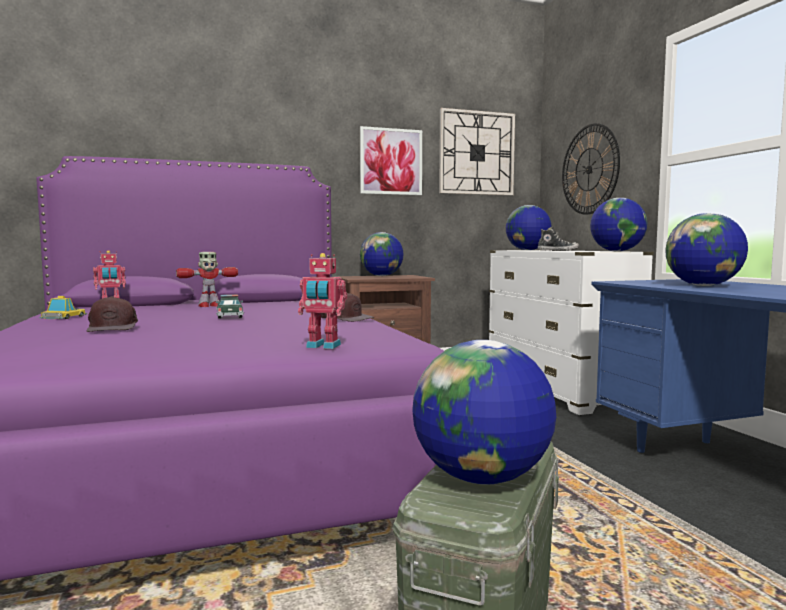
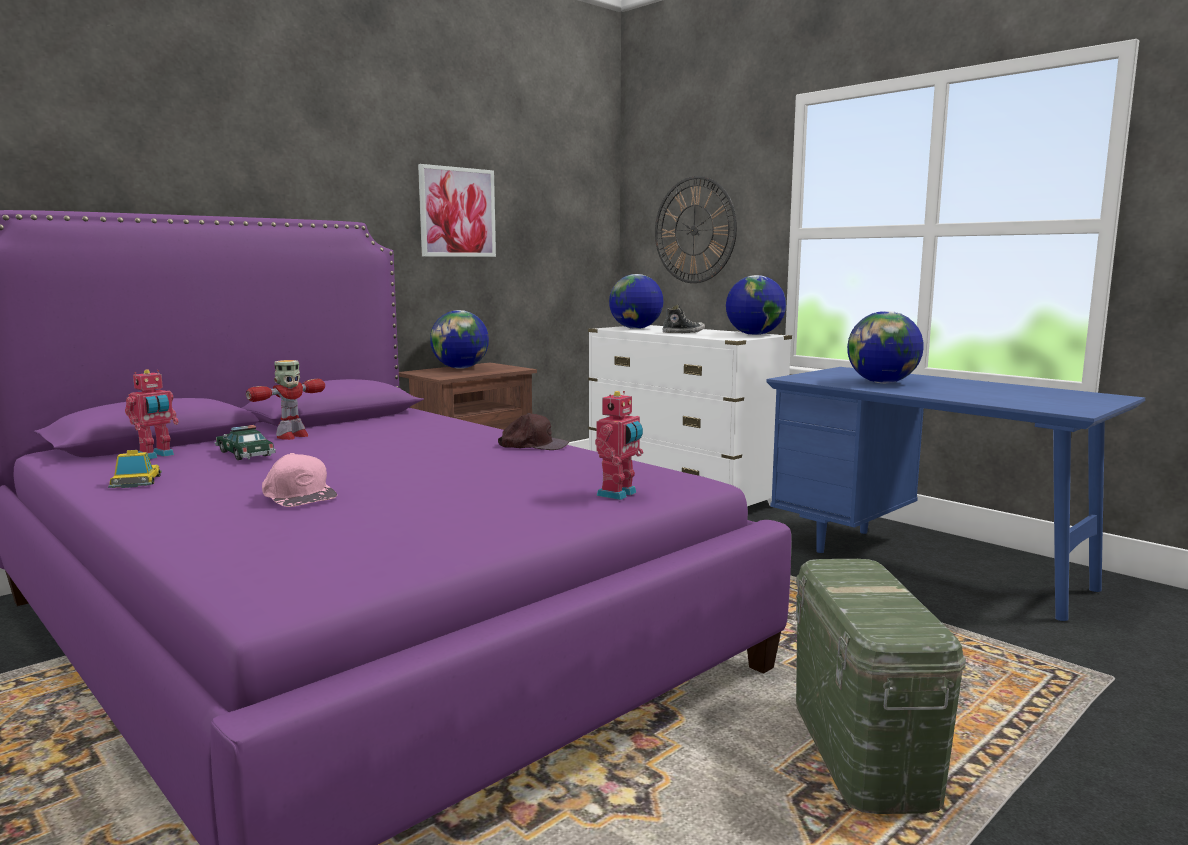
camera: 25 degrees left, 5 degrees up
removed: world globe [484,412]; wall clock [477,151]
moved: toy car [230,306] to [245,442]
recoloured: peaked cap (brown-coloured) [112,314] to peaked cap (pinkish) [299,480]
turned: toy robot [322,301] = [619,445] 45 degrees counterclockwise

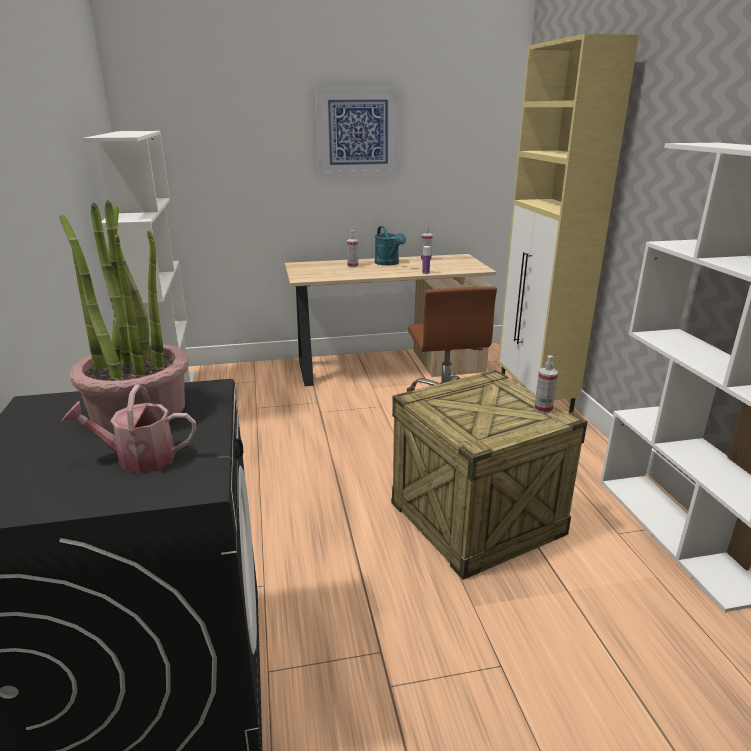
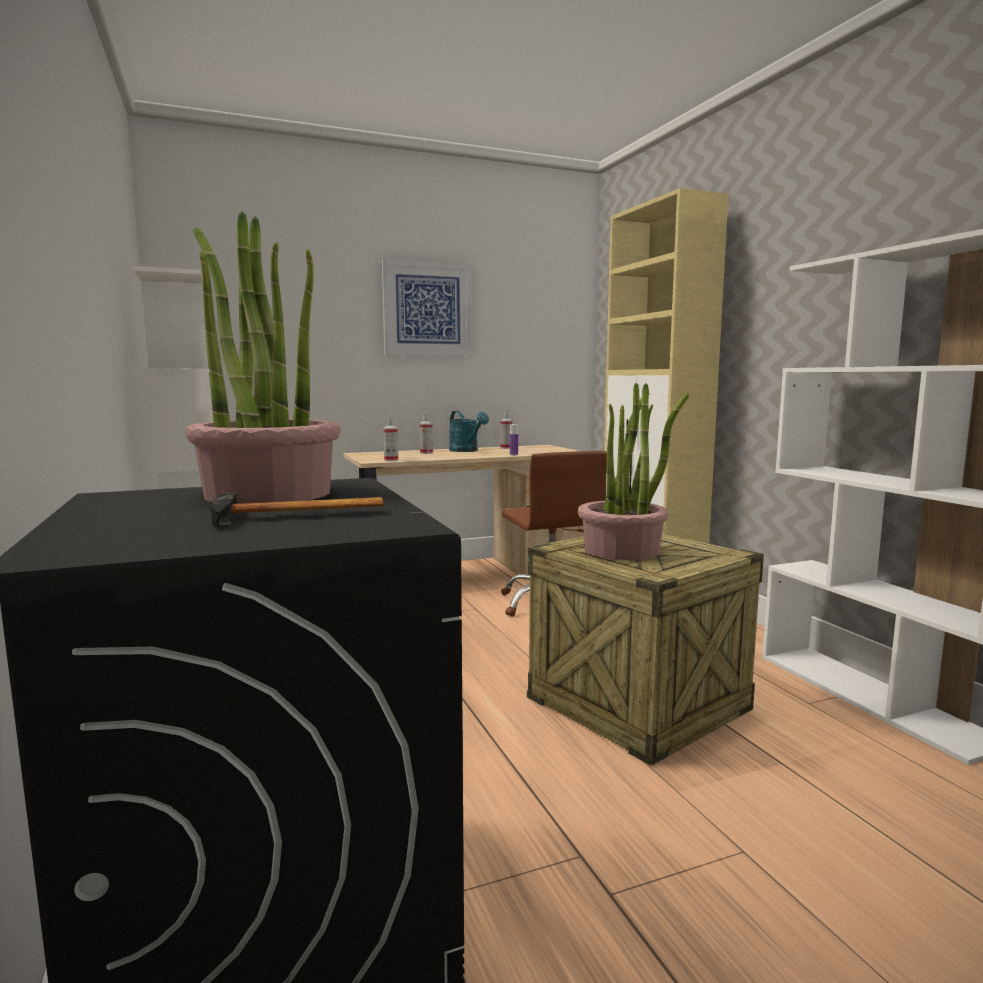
camera: 10 degrees left, 15 degrees down
added: potted plant [633,471]
moved: hand sprayer [546,384] to [390,438]
replaced: sprinkling can [129,428] to hand hammer [297,509]

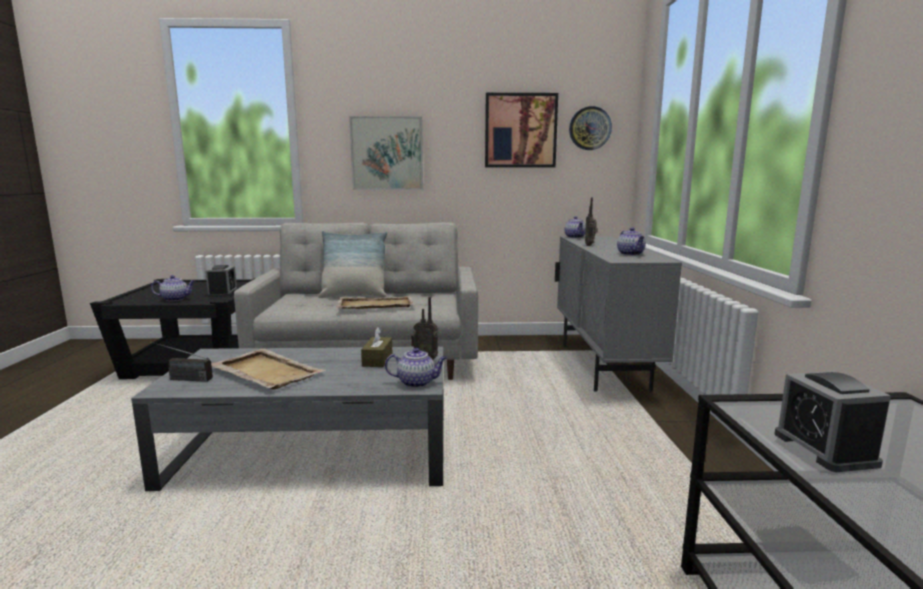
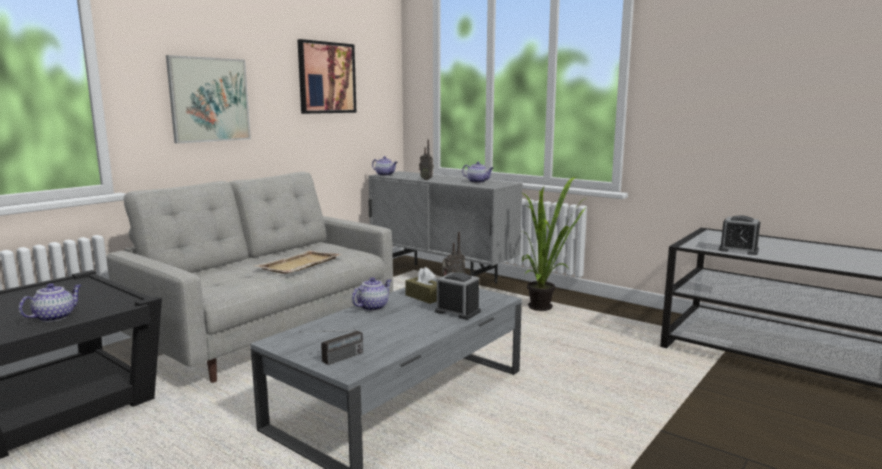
camera: 50 degrees left, 0 degrees up
removed: carrying tray (beige) [268,369]; throw pillow [352,264]; wall clock [590,128]
added: potted plant [553,243]
moved: bedside clock [221,281] to [458,296]; teapot [416,368] to [371,294]

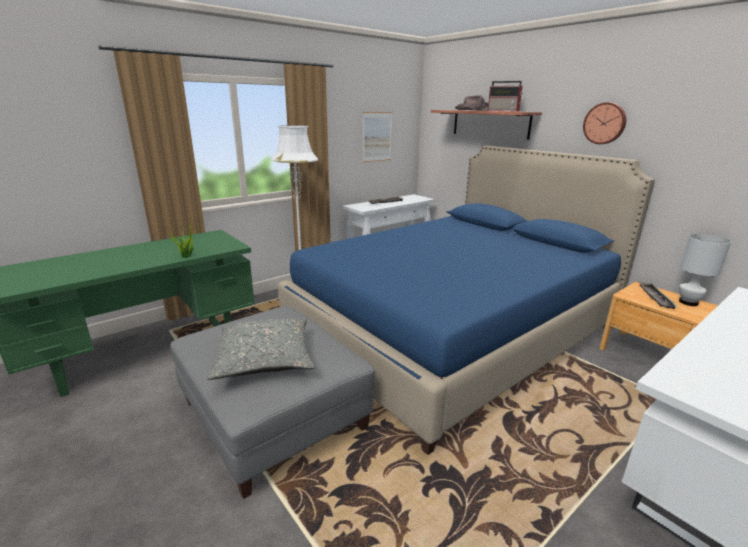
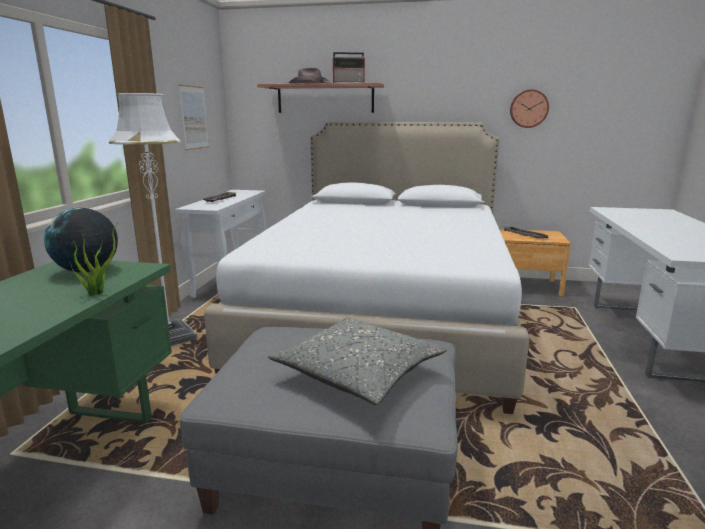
camera: 40 degrees left, 5 degrees down
removed: lamp for a table (white) [705,270]
added: world globe [81,240]
moved: wall clock [604,123] to [529,108]
recoloured: bed (blue) [466,300] to bed (white) [367,268]

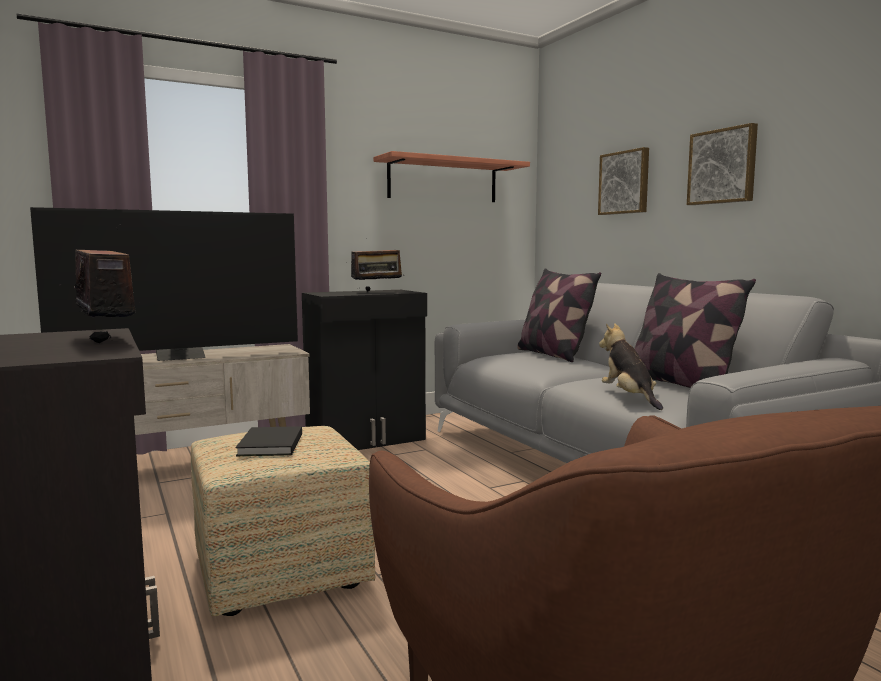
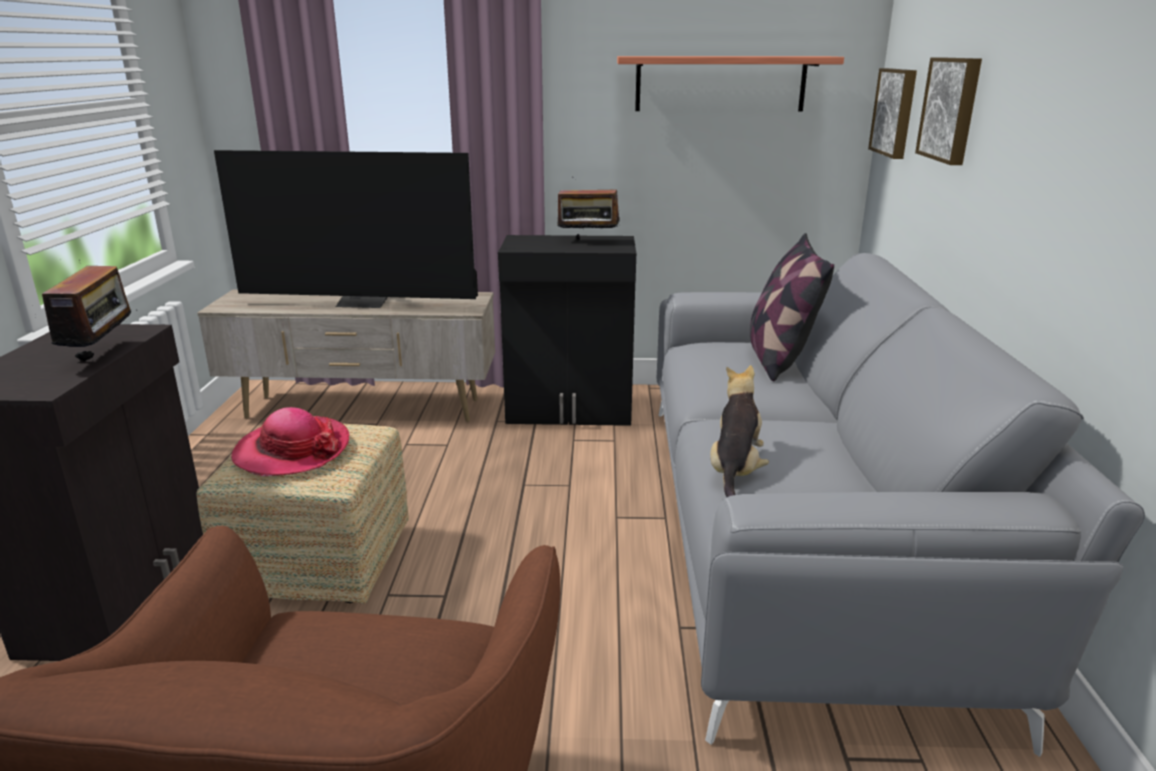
camera: 30 degrees right, 15 degrees up
removed: throw pillow [695,330]
moved: wall art [722,164] to [892,113]
replaced: book (black-coloured) [268,441] to clothing hat [290,441]

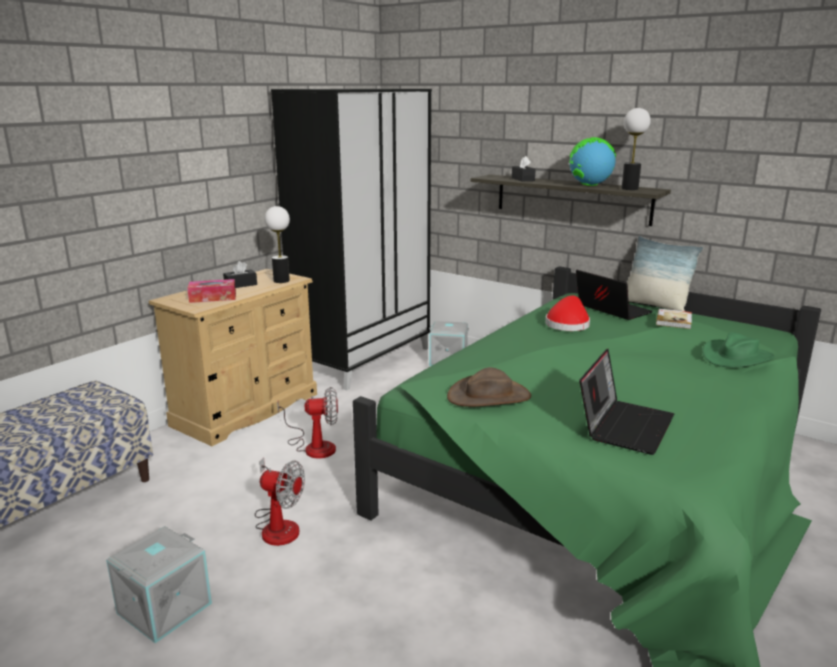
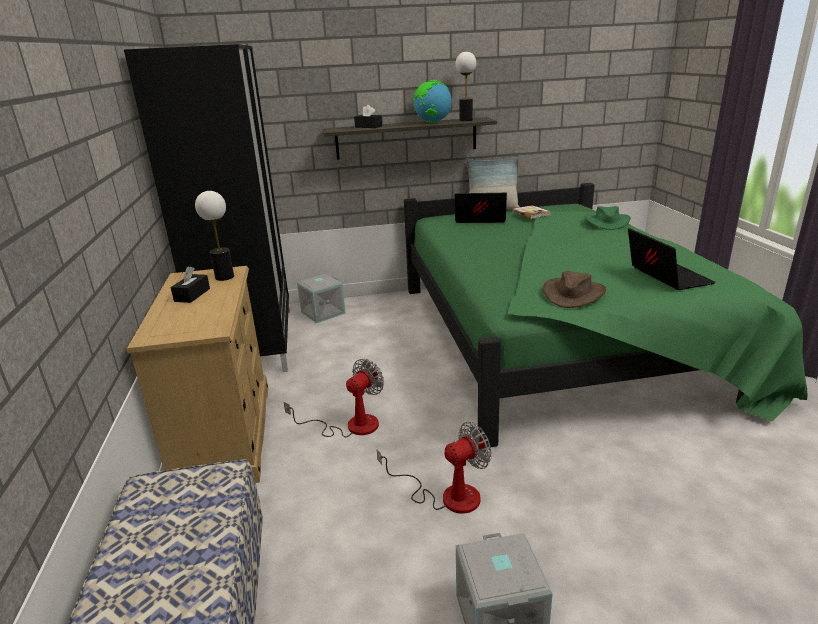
camera: 45 degrees left, 5 degrees up
removed: tissue box [211,291]; clothing hat (reddish) [567,313]

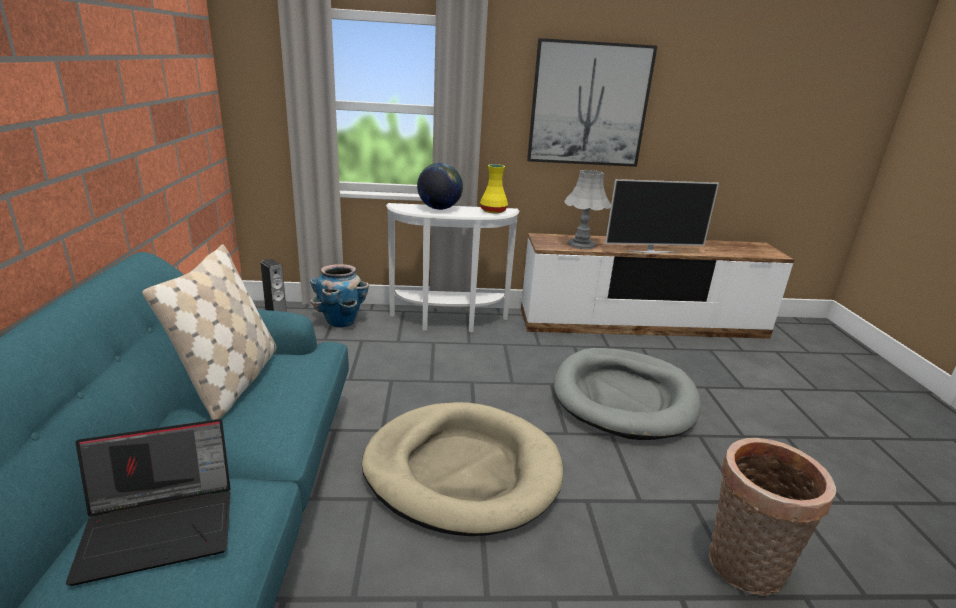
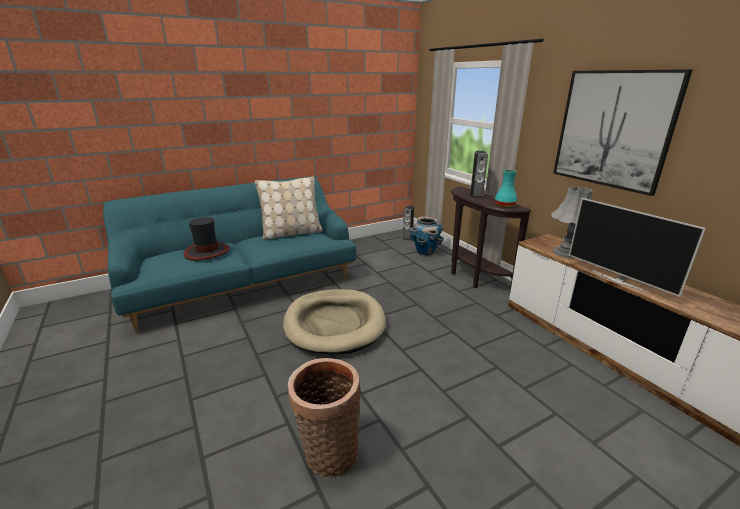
camera: 65 degrees right, 0 degrees up
removed: dog bed (gray) [627,394]
replaced: laptop [148,502] to clothing hat [206,239]; world globe [440,186] to loudspeaker [479,174]
recoloured: hall table (white) [452,267] to hall table (brown-coloured) [491,238]; vase (yellow-coloured) [494,188] to vase (blue-green) [506,188]

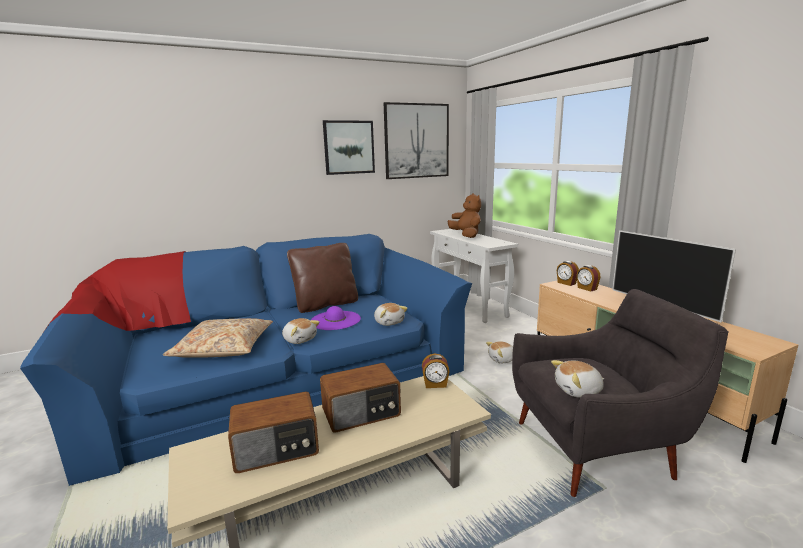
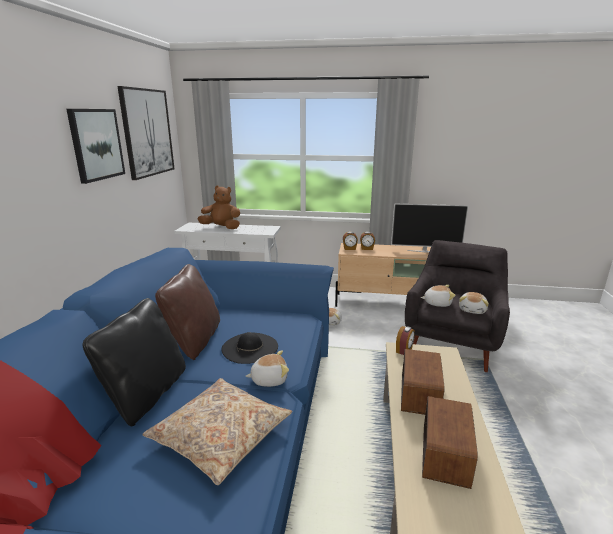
camera: 55 degrees left, 5 degrees up
added: throw pillow (black-coloured) [134,362]
moved: cuddly toy [391,314] to [438,296]
recoloured: clothing hat (purple-coloured) [336,318] to clothing hat (black-coloured) [249,348]

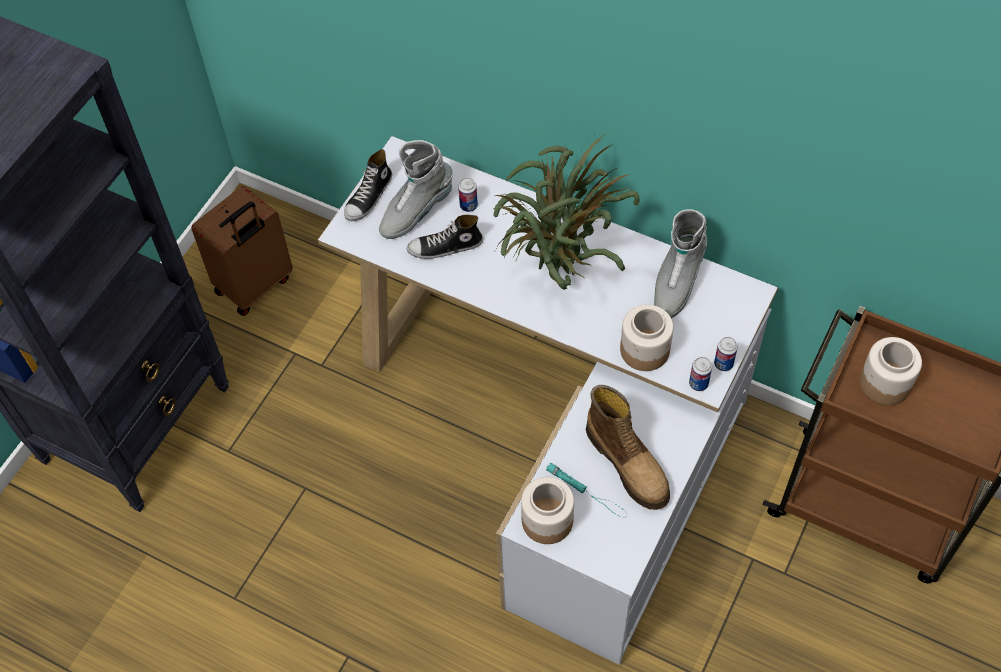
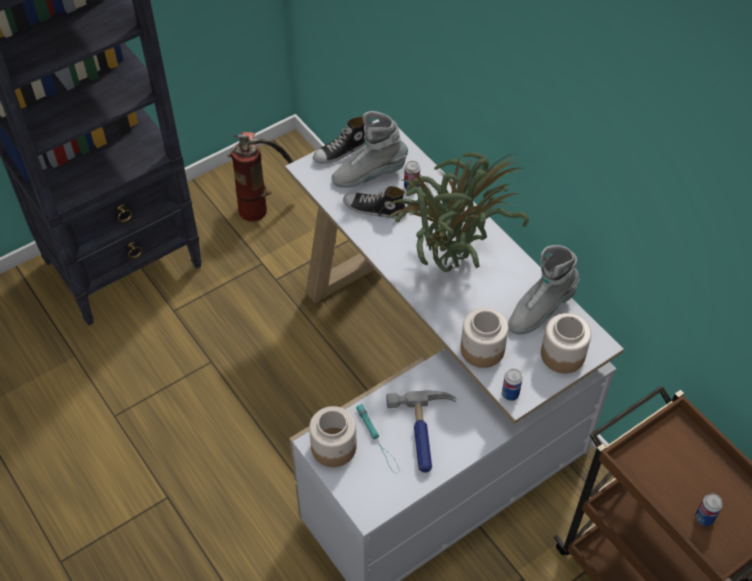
camera: 25 degrees right, 5 degrees down
moved: metal can [726,354] to [709,510]; preserve jar [891,371] to [566,343]
replaced: suitcase (brown-coloured) [242,251] to fire-fighting cylinder [260,177]; boot [628,447] to hand hammer [421,431]

